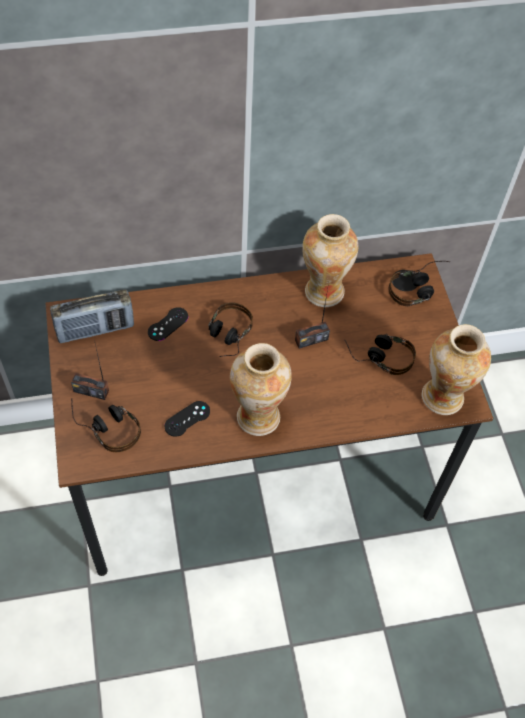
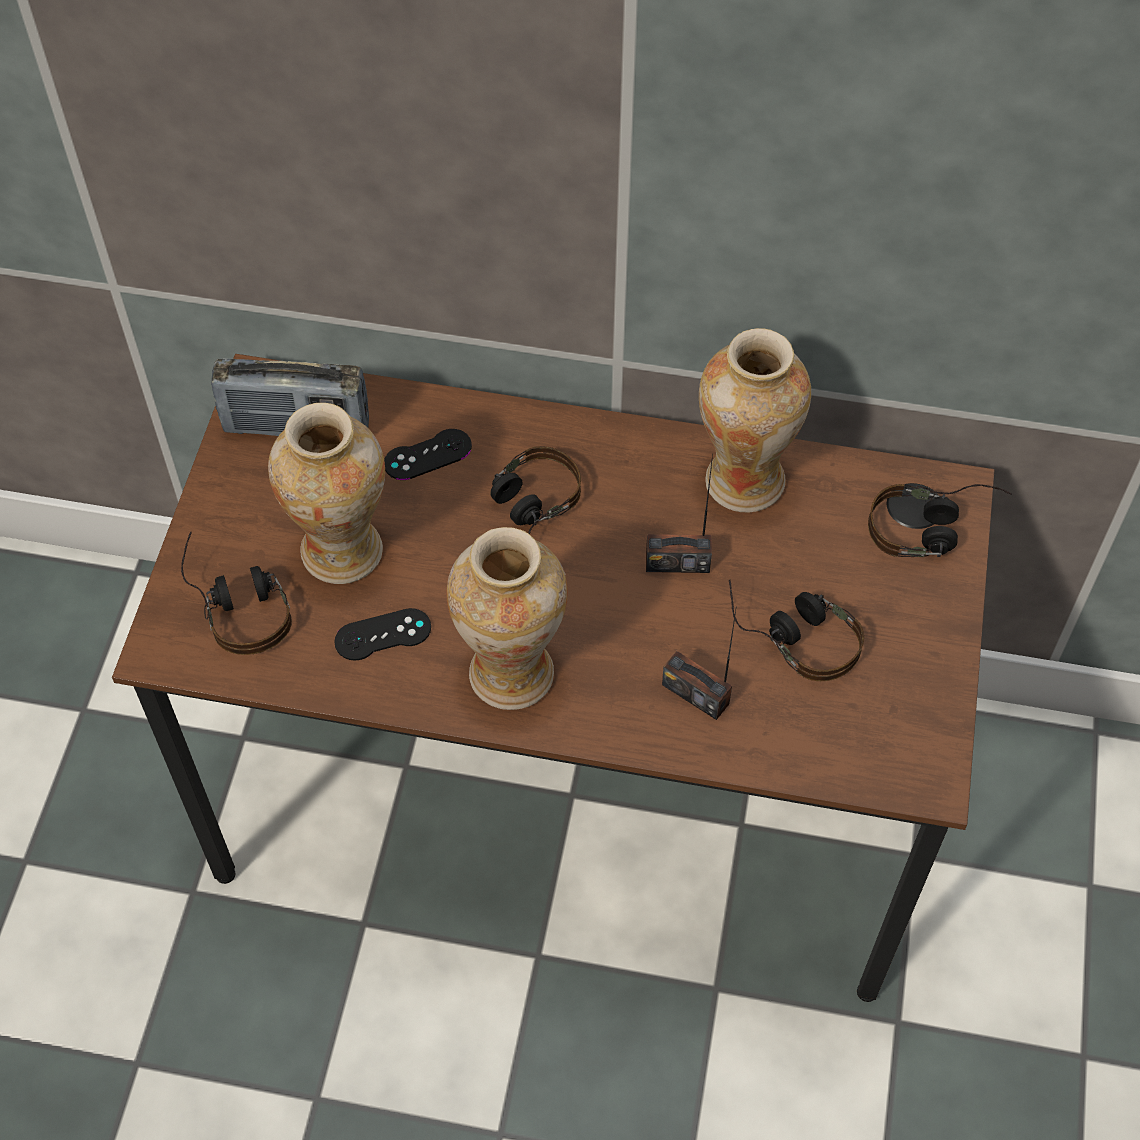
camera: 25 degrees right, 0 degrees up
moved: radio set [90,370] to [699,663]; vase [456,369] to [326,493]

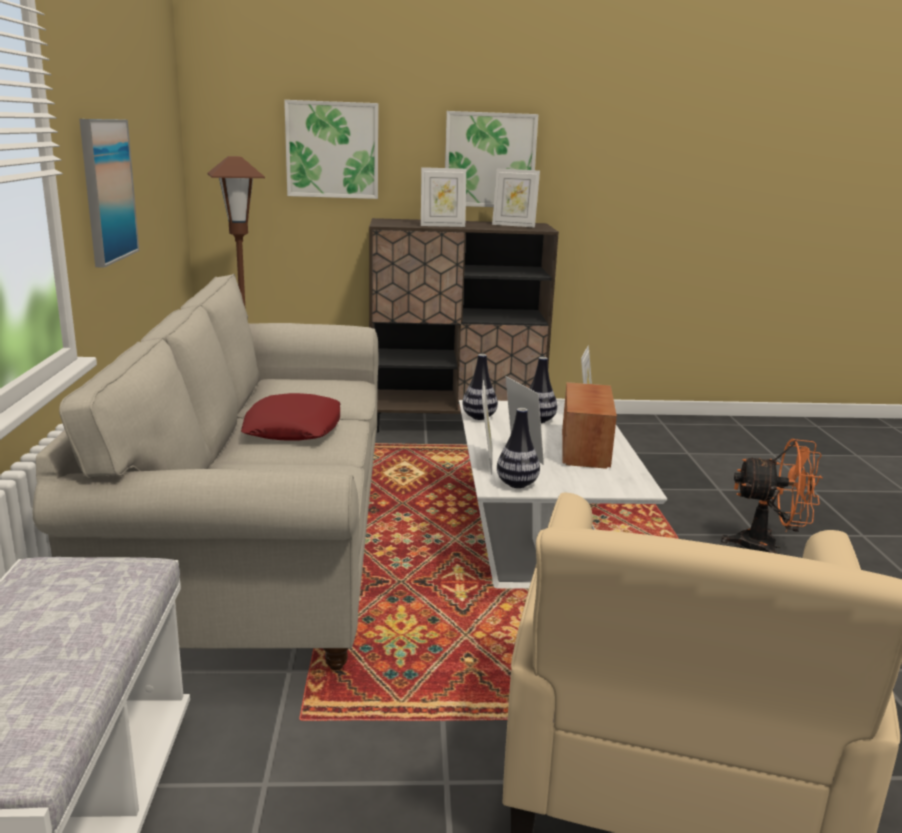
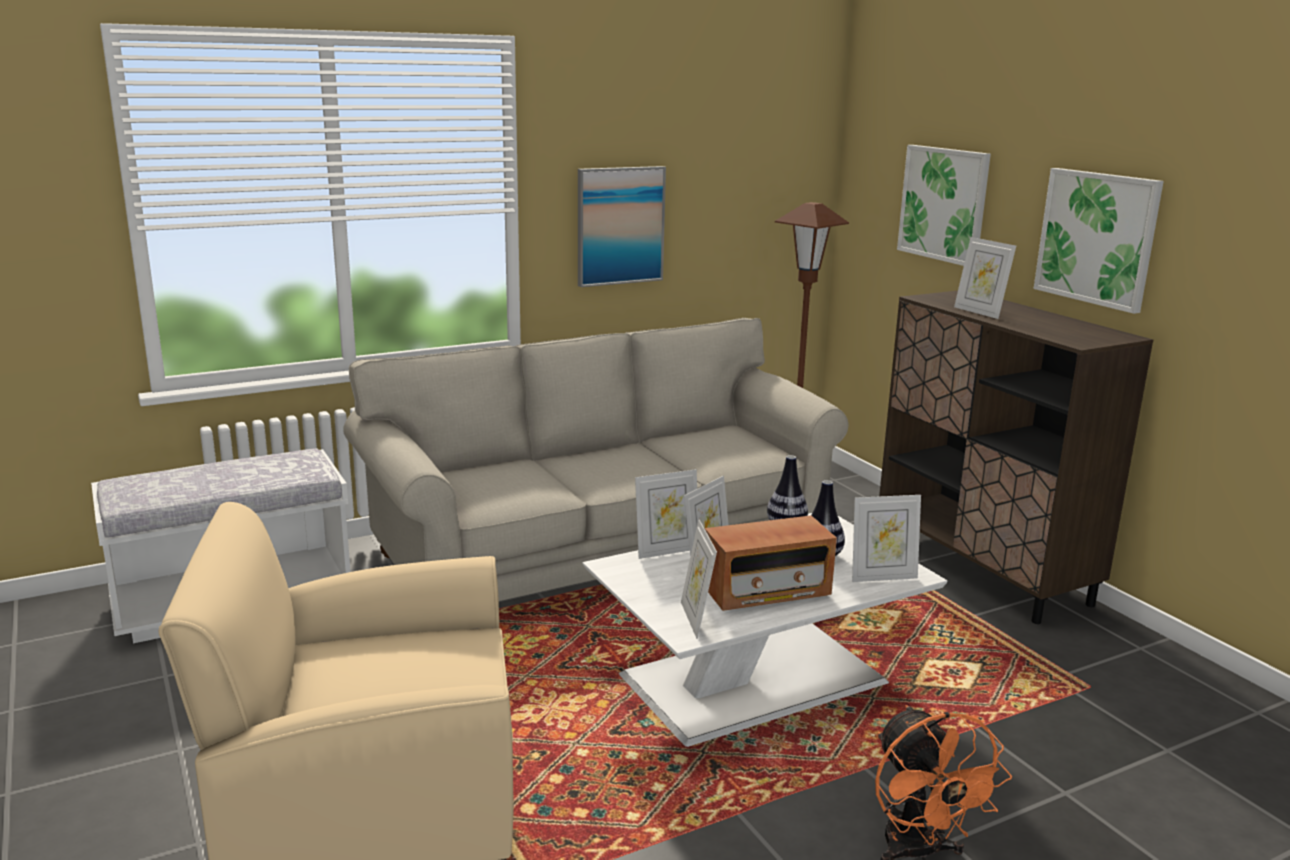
camera: 65 degrees right, 0 degrees up
removed: throw pillow (reddish) [290,417]; vase [518,448]
moved: picture frame [516,197] to [699,579]

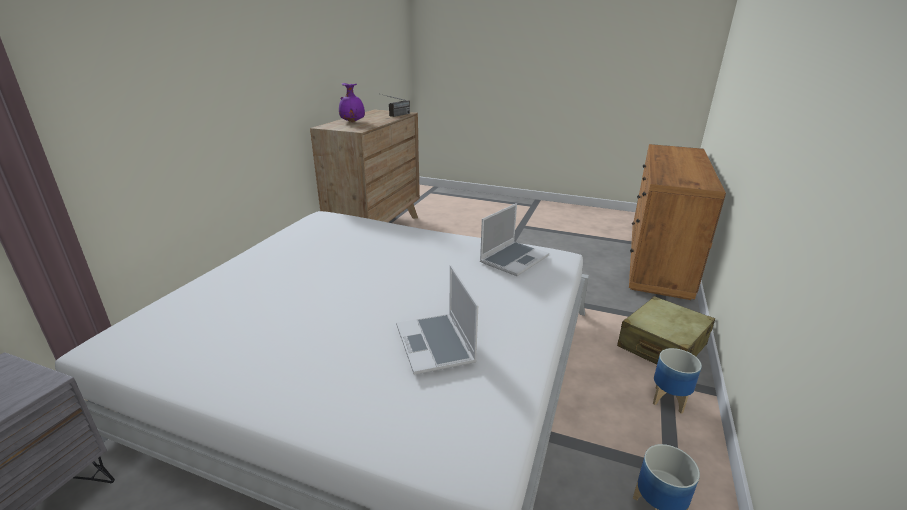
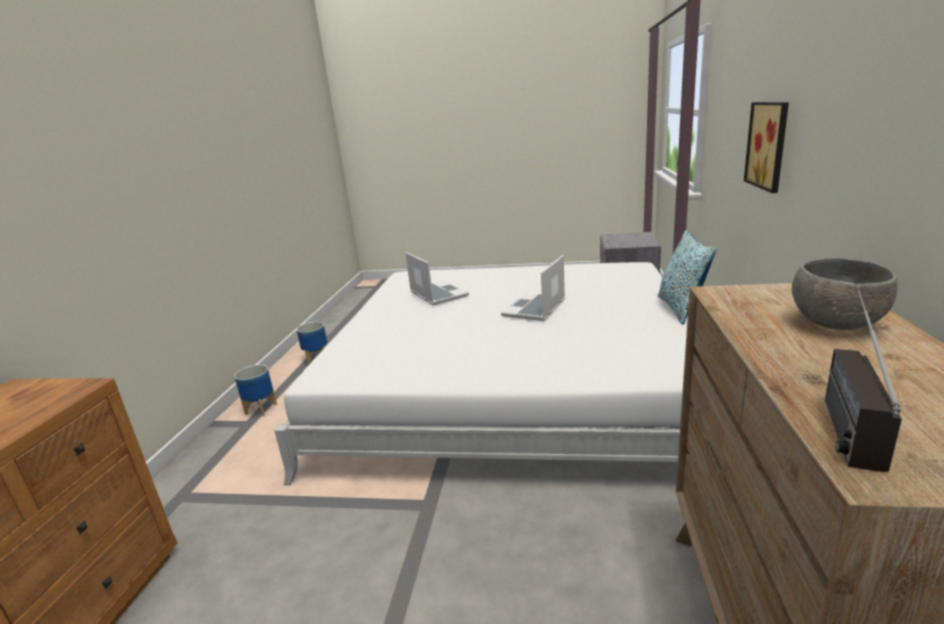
camera: 170 degrees right, 5 degrees down
removed: suitcase (beige) [666,330]
added: throw pillow [687,277]; wall art [766,147]
moved: laptop [514,239] to [533,288]
replaced: vase (purple-coloured) [352,102] to deep dish (gray) [845,294]

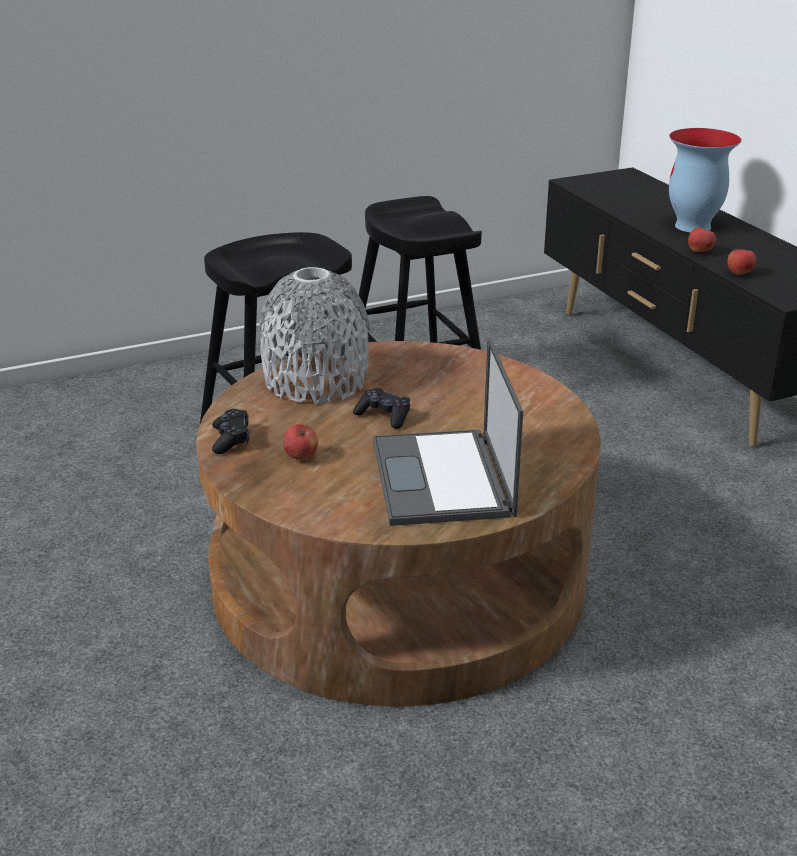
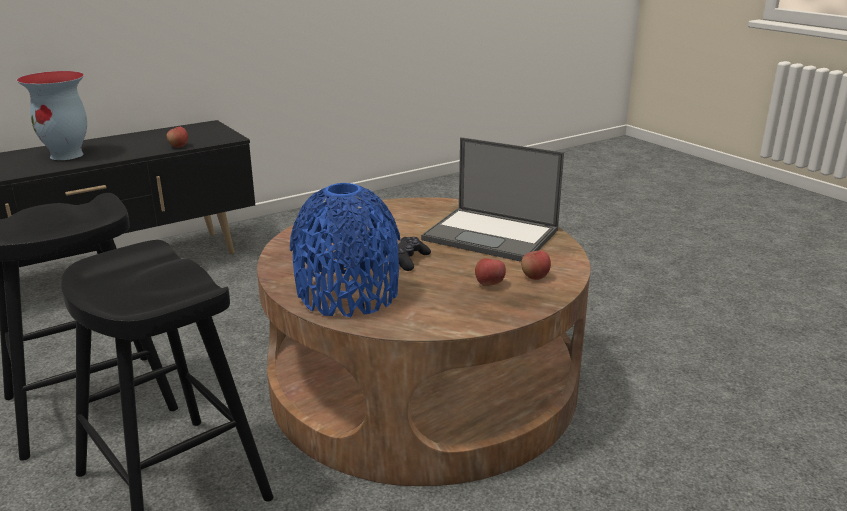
camera: 100 degrees left, 5 degrees down
removed: game controller (black-coloured) [230,431]
moved: apple [702,240] to [536,265]
recoloured: vase (gray) [314,335] to vase (blue) [345,250]
turned: laptop [448,432] = [492,199] 45 degrees clockwise

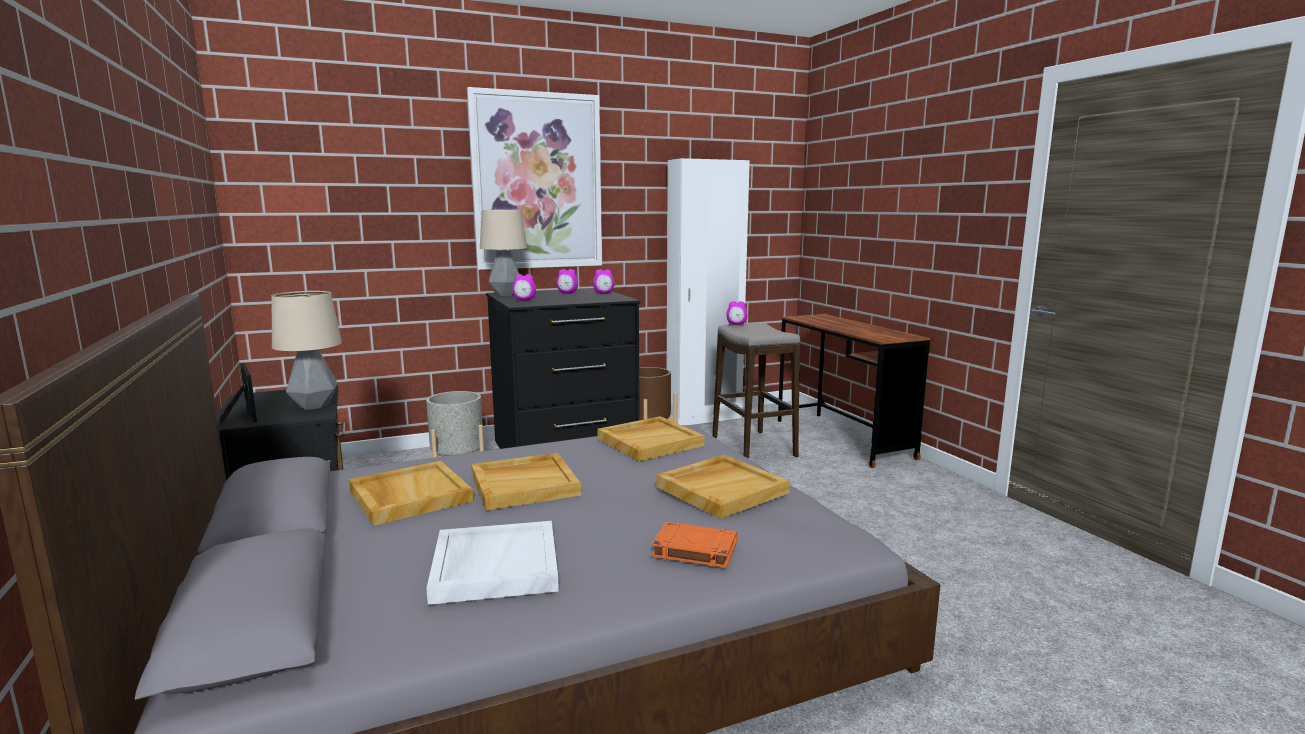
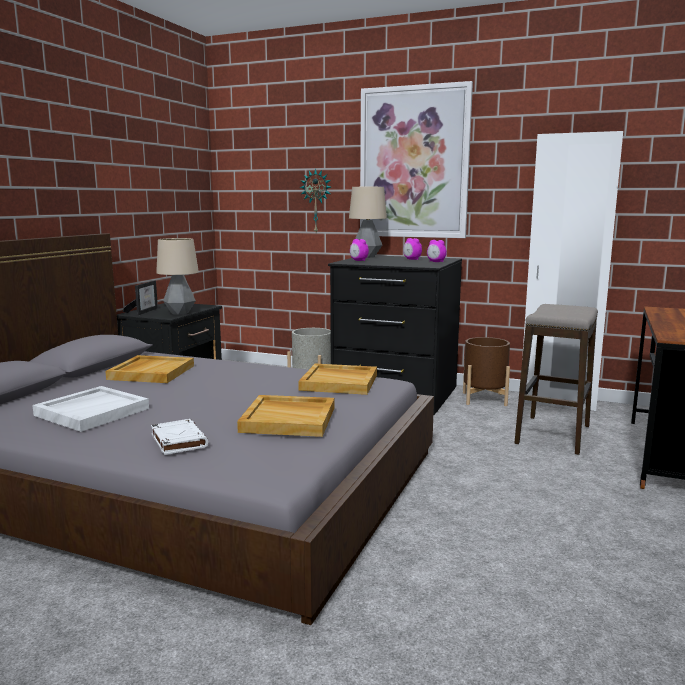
camera: 45 degrees right, 0 degrees up
removed: carrying tray (beige) [526,481]; bedside clock [737,313]
added: wall clock [315,200]
recoloured: book (orangey) [694,545] to book (white) [179,437]

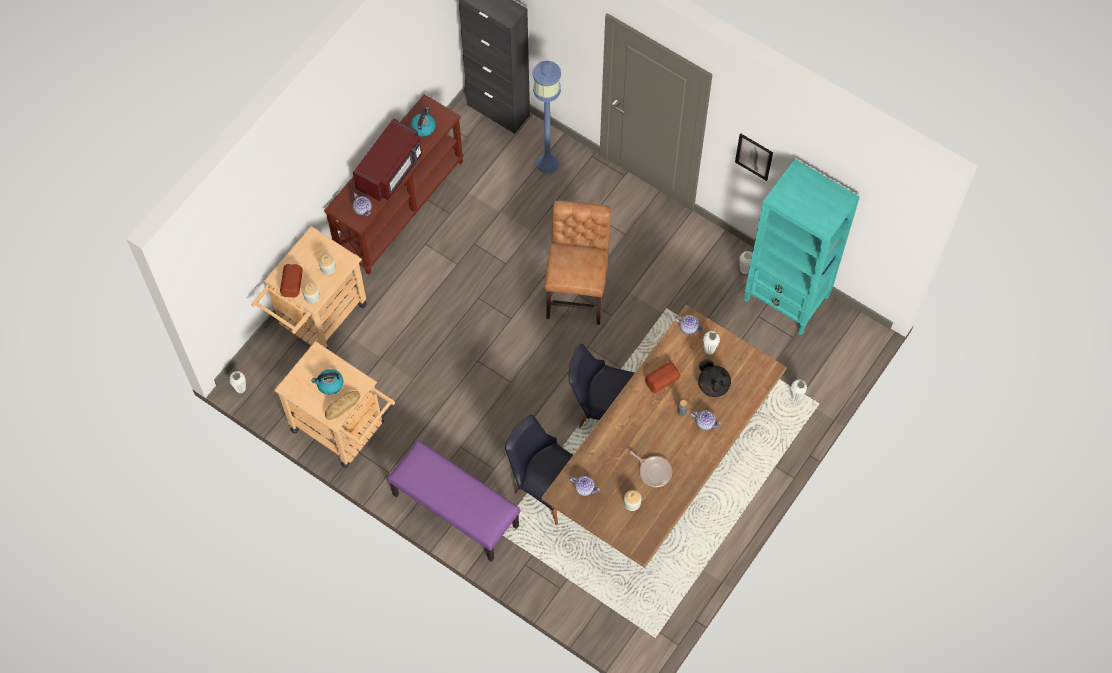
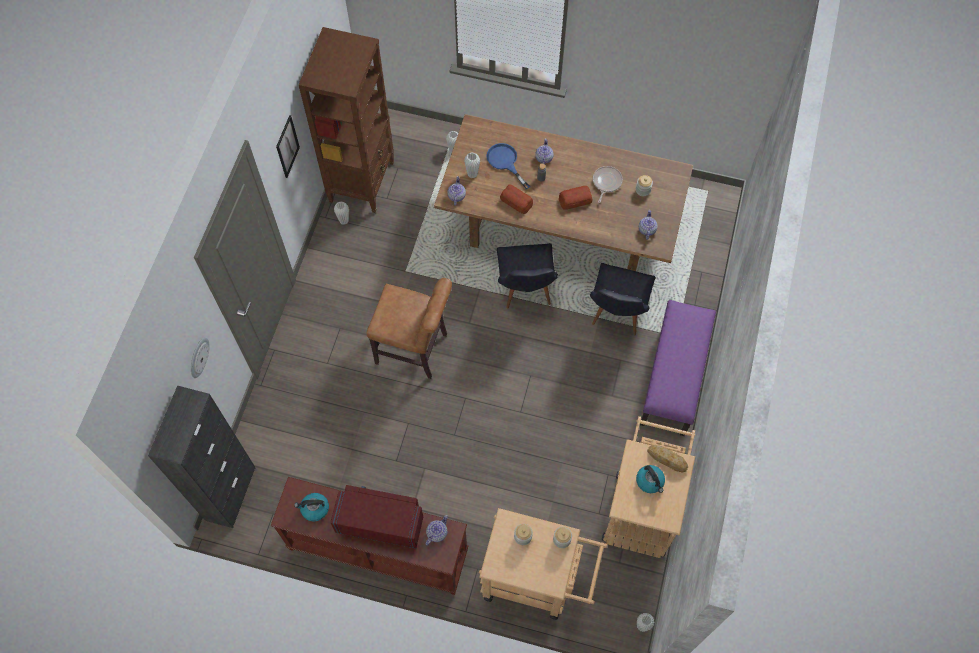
camera: 110 degrees left, 0 degrees up
removed: standard lamp (blue) [547,117]
added: wall clock [200,357]
moved: bakery bread [291,281] to [576,198]
replaced: teapot (black-coloured) [714,378] to frying pan (blue) [508,166]
recoloured: shelving unit (blue-green) [802,247] to shelving unit (brown-coloured) [346,120]
turned: chair (brown-coloured) [577,262] = [409,328] 150 degrees counterclockwise

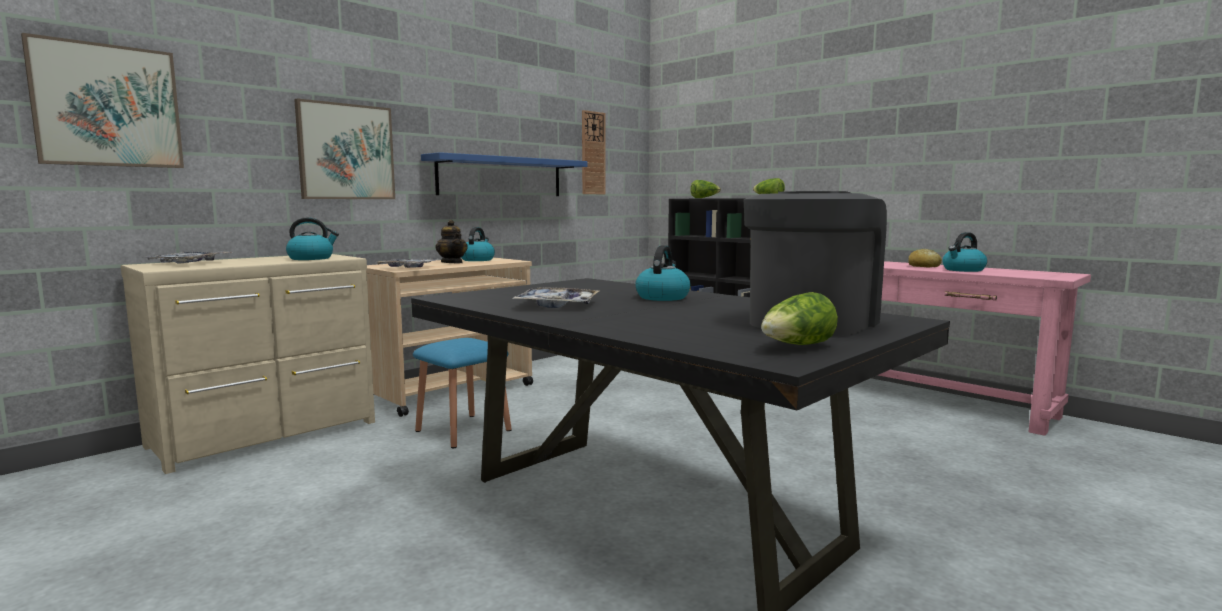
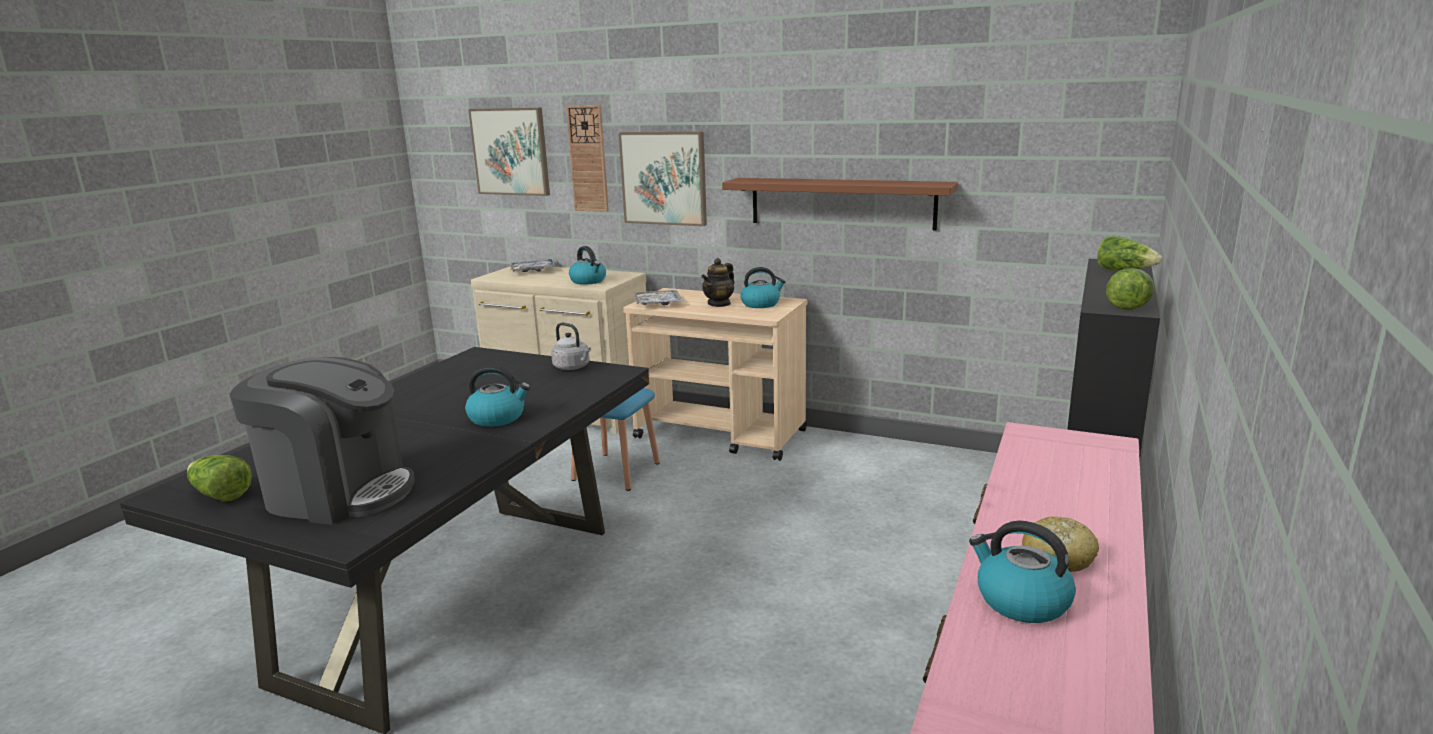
camera: 70 degrees right, 10 degrees up
removed: carrying tray [556,297]
added: kettle (gray) [571,346]
moved: wall clock [594,152] to [587,158]
recoloured: wall shelf (blue) [504,174] to wall shelf (brown-coloured) [840,204]

